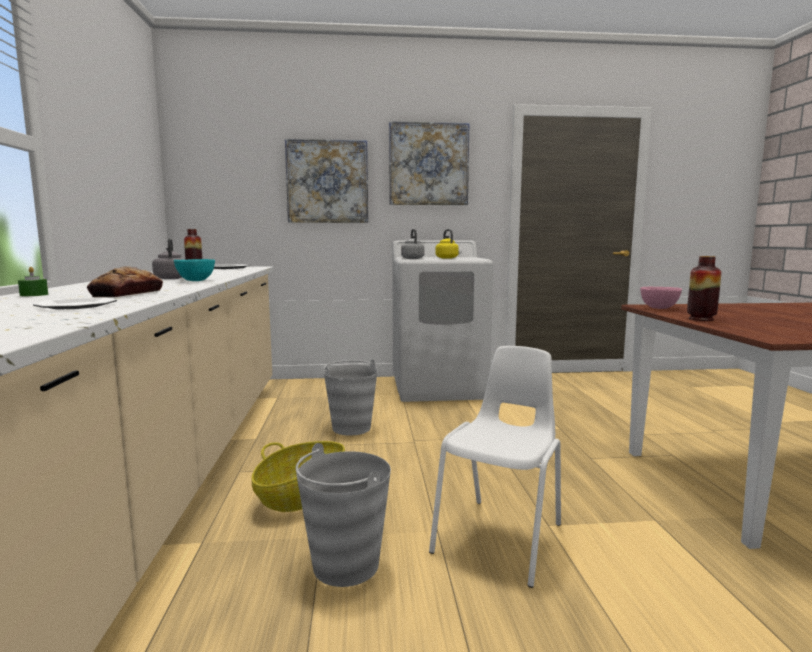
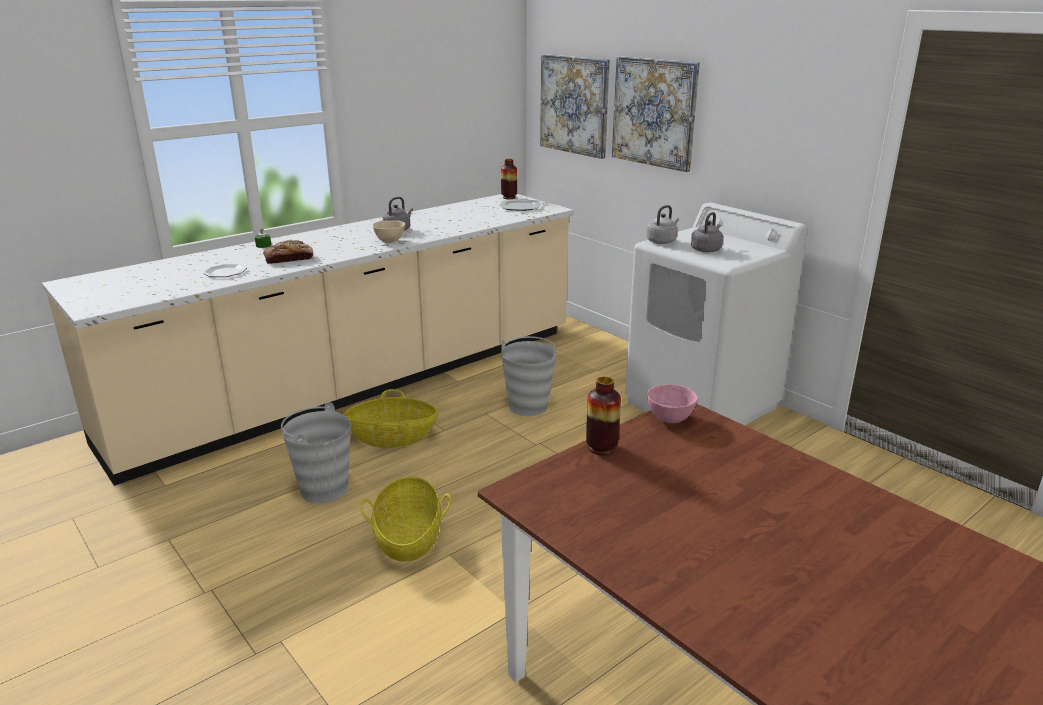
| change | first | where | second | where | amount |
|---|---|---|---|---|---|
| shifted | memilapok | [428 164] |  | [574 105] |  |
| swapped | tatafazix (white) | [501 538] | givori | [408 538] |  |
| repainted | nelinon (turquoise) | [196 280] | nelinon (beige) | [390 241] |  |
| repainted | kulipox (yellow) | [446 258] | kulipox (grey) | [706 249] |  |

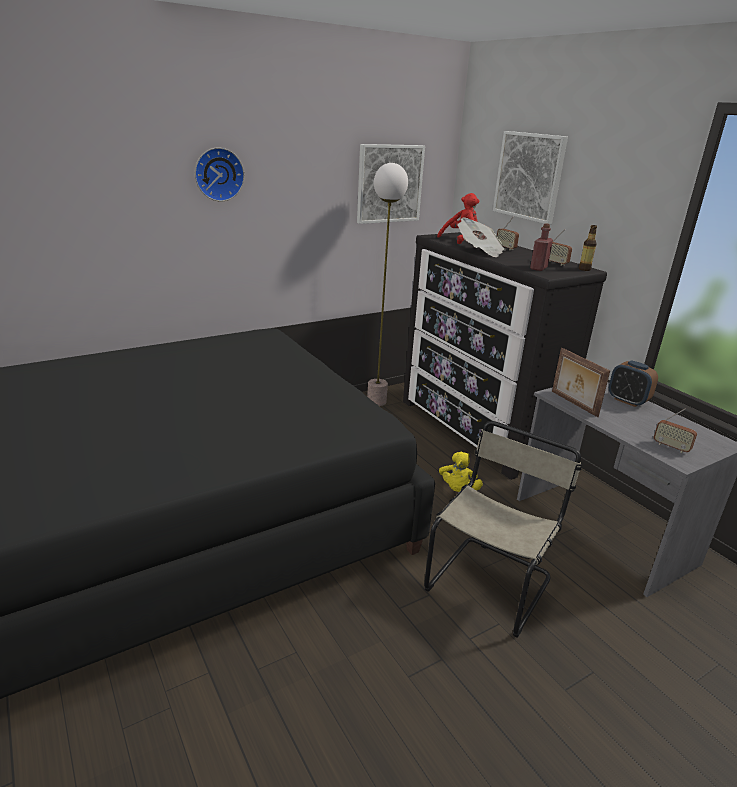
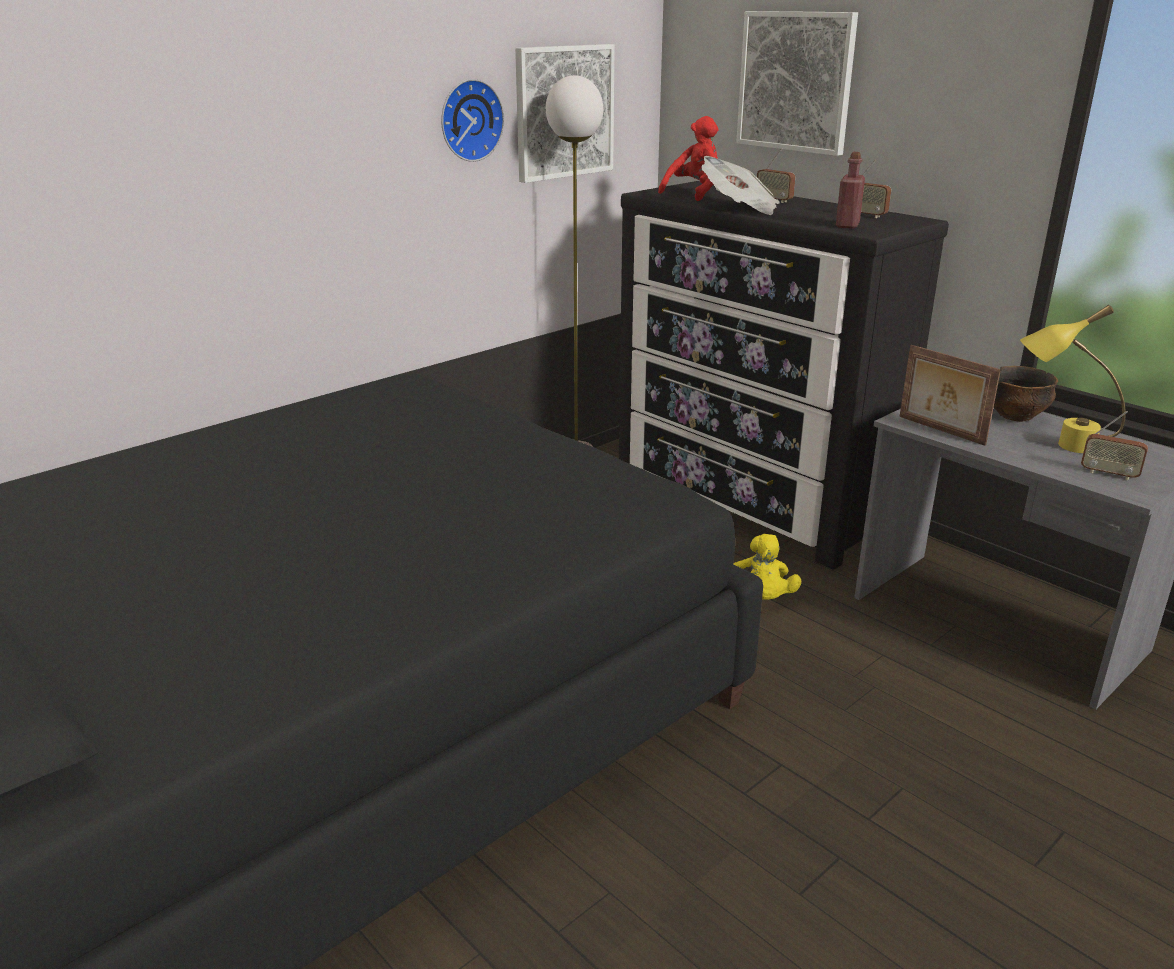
| change | first | where | second | where | amount |
|---|---|---|---|---|---|
| gone | tatafazix (beige) | [491 581] |  |  |  |
| gone | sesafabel | [584 269] |  |  |  |
| new |  |  | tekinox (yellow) | [1058 444] |  |
| shifted | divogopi | [218 174] |  | [469 120] |  |
| swapped | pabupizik | [627 401] | nelinon | [1014 416] |  |

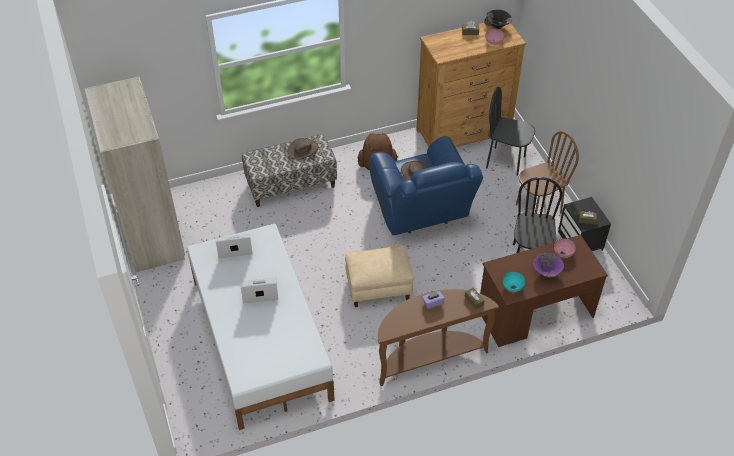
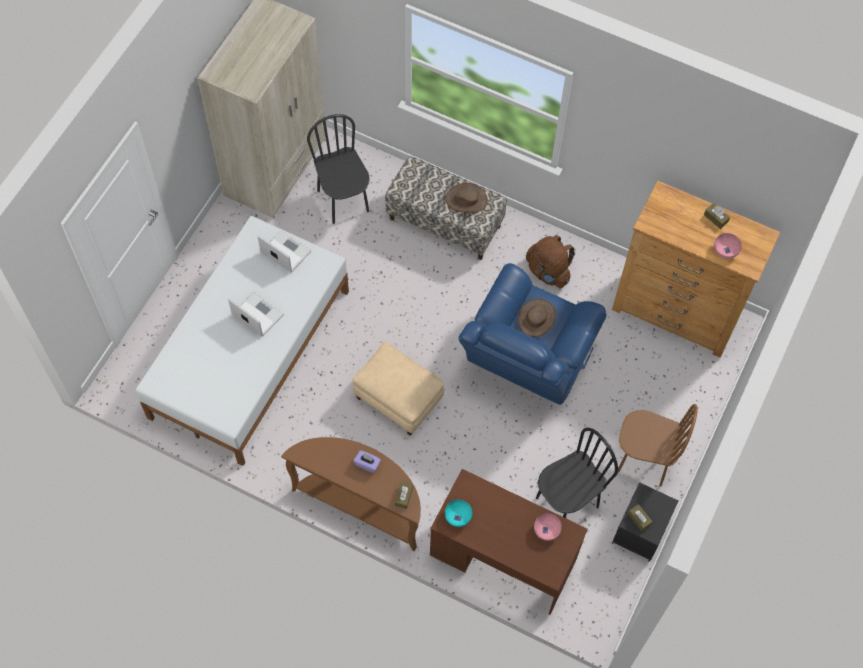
| change | first | where | second | where | amount |
|---|---|---|---|---|---|
| gone | nelinon (black) | [497 26] |  |  |  |
| gone | nelinon (purple) | [546 272] |  |  |  |
| shifted | tatafazix (black) | [505 161] |  | [343 201] |  |

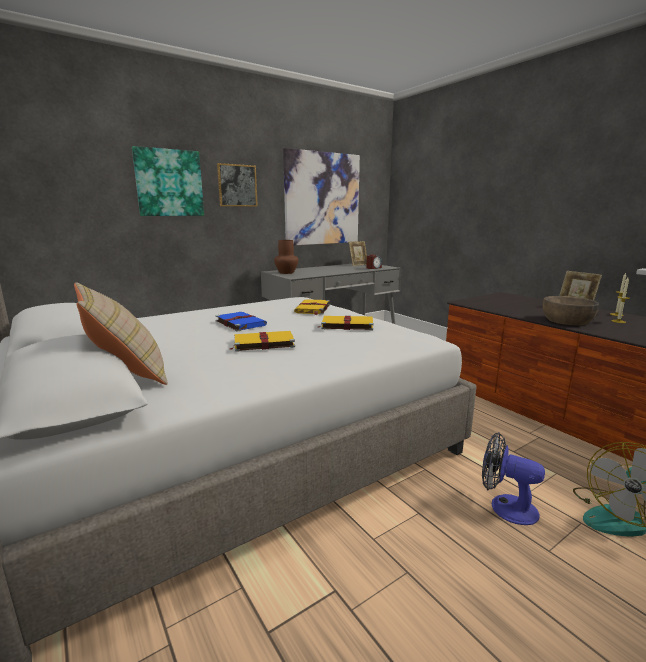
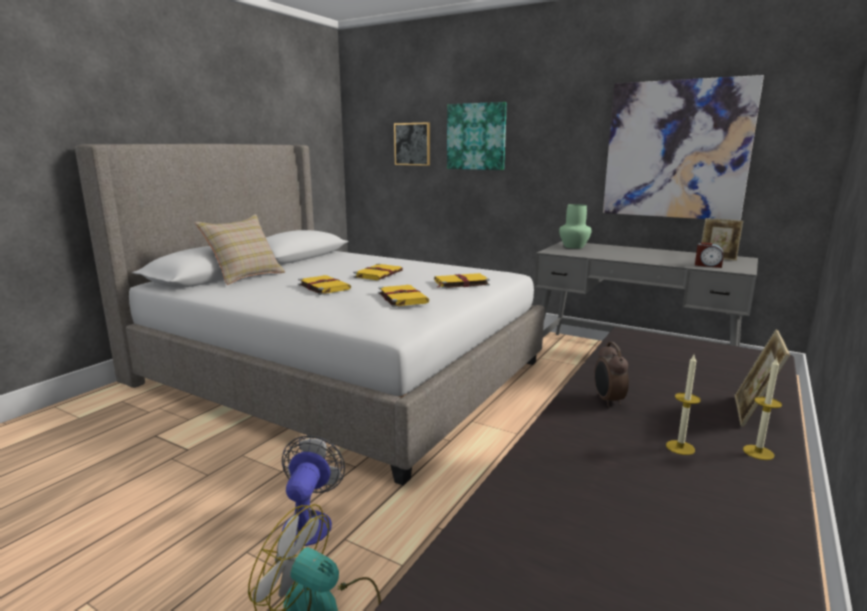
| change | first | where | second | where | amount |
|---|---|---|---|---|---|
| shifted | memilapok | [237 185] |  | [412 144] |  |
| swapped | nelinon (brown) | [567 320] | pabupizik | [607 401] |  |
| repainted | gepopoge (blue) | [240 323] | gepopoge (yellow) | [379 274] |  |
| repainted | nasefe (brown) | [286 272] | nasefe (green) | [573 246] |  |

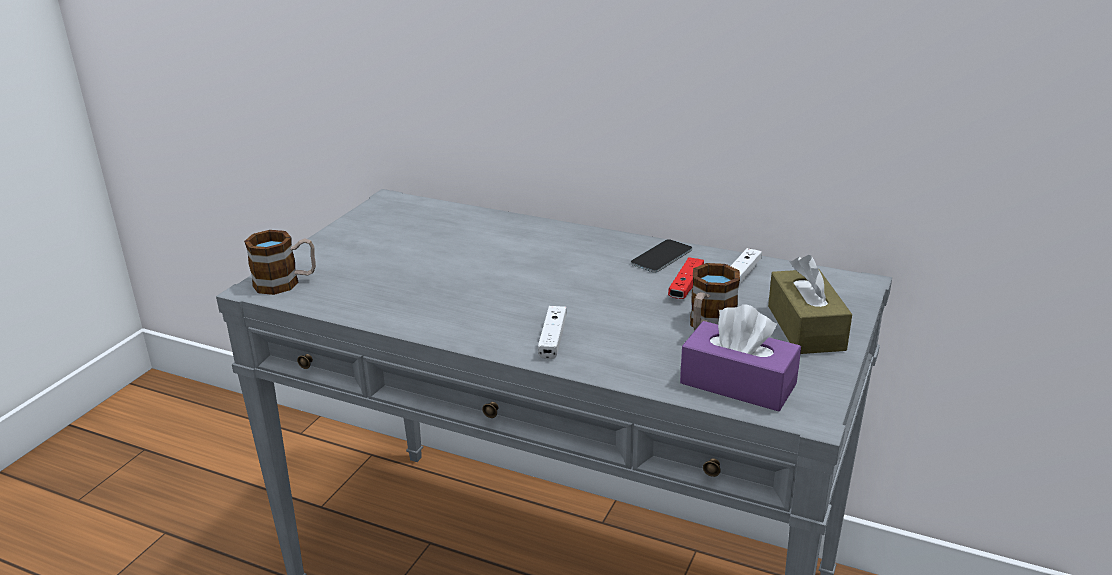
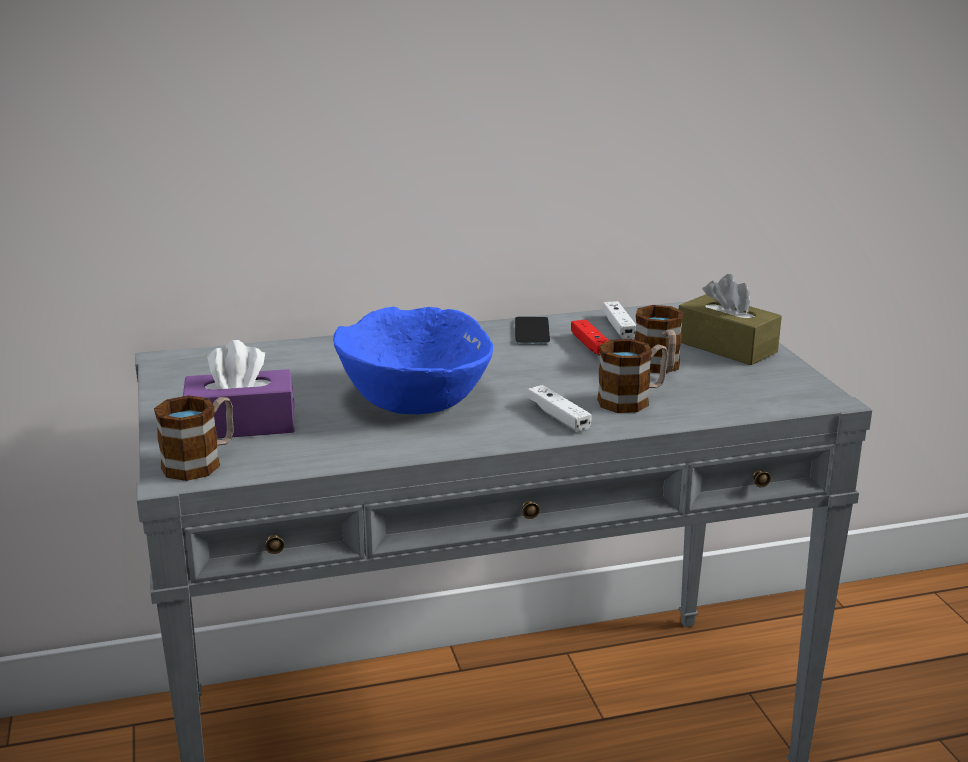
| change | first | where | second | where | amount |
|---|---|---|---|---|---|
| new |  |  | nelinon (blue) | [417 397] |  |
| new |  |  | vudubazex | [632 400] |  |
| shifted | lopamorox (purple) | [738 383] |  | [241 425] |  |

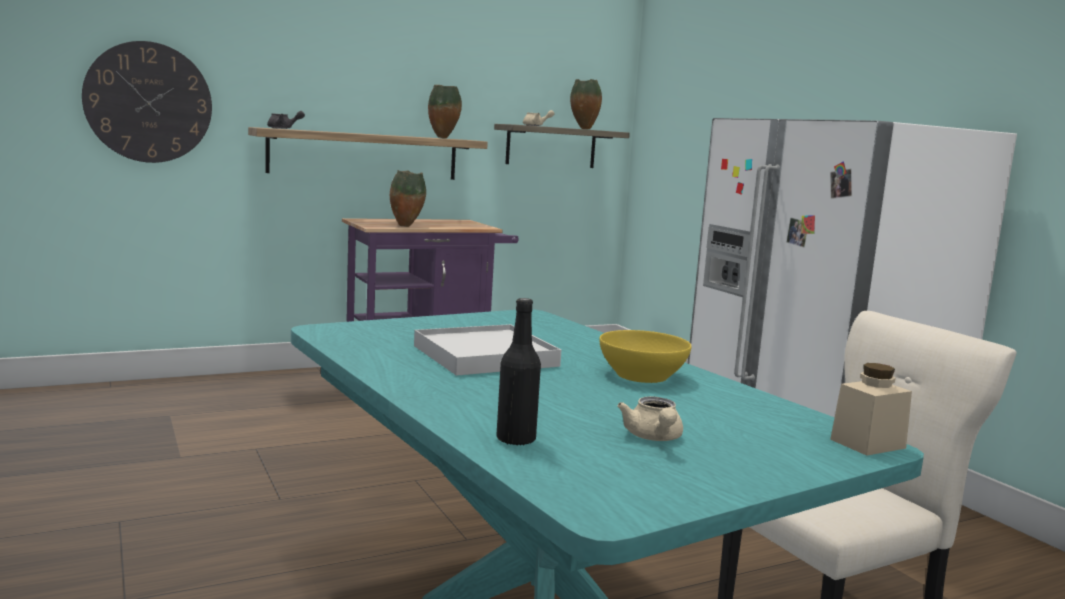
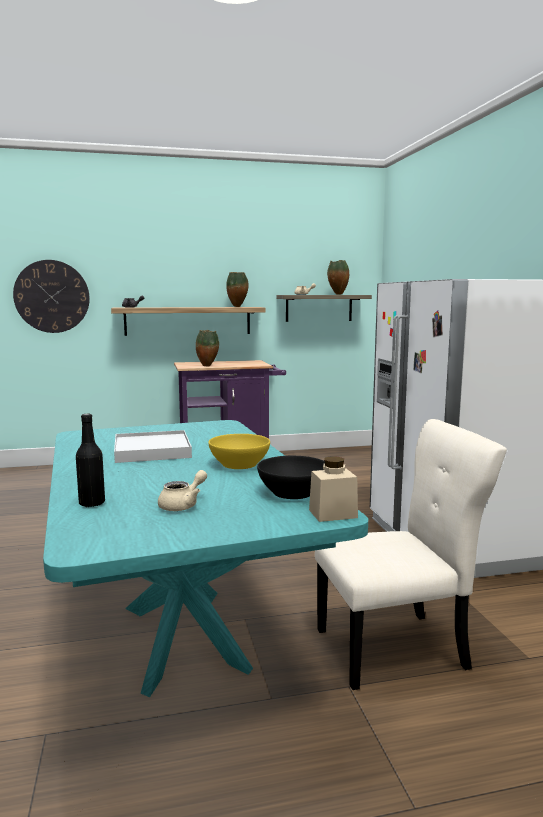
| change | first | where | second | where | amount |
|---|---|---|---|---|---|
| new |  |  | nelinon (black) | [292 492] |  |
| rotated | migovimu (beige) | [653 438] |  | [183 505] | 150 degrees counterclockwise |

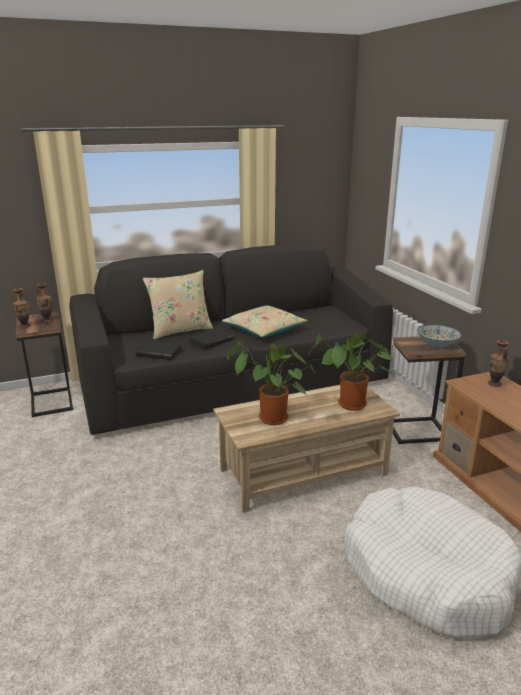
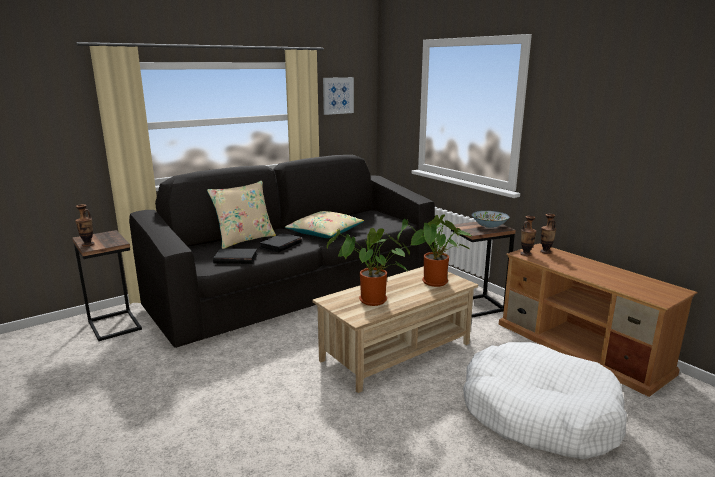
| change | first | where | second | where | amount |
|---|---|---|---|---|---|
| new |  |  | memilapok | [338 95] |  |
| shifted | nasefe | [47 320] |  | [526 254] |  |

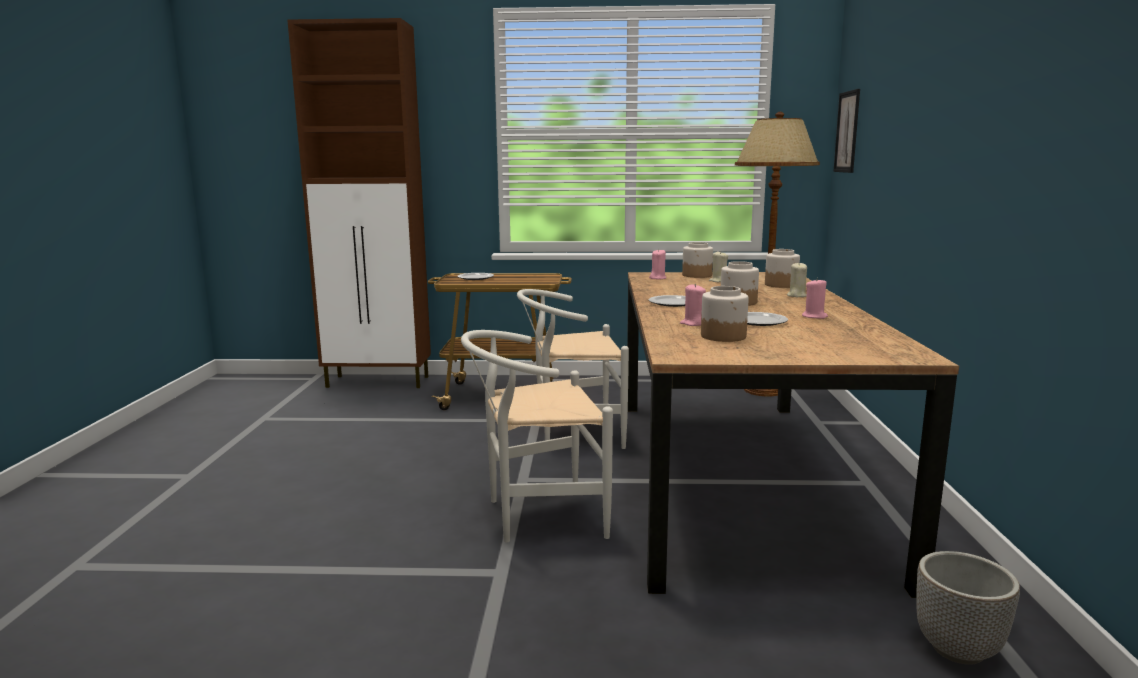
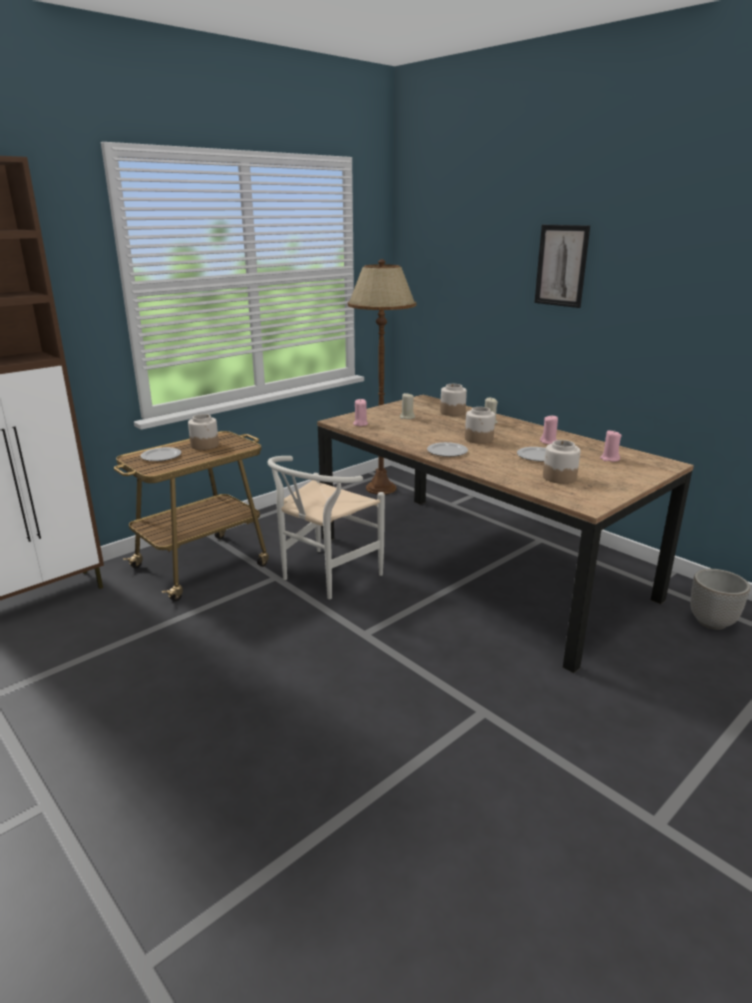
| change | first | where | second | where | amount |
|---|---|---|---|---|---|
| gone | tatafazix (white) | [536 515] |  |  |  |
| shifted | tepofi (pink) | [693 323] |  | [609 459] |  |
| shifted | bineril | [697 275] |  | [205 445] |  |
| shifted | memilapok | [847 132] |  | [561 266] |  |

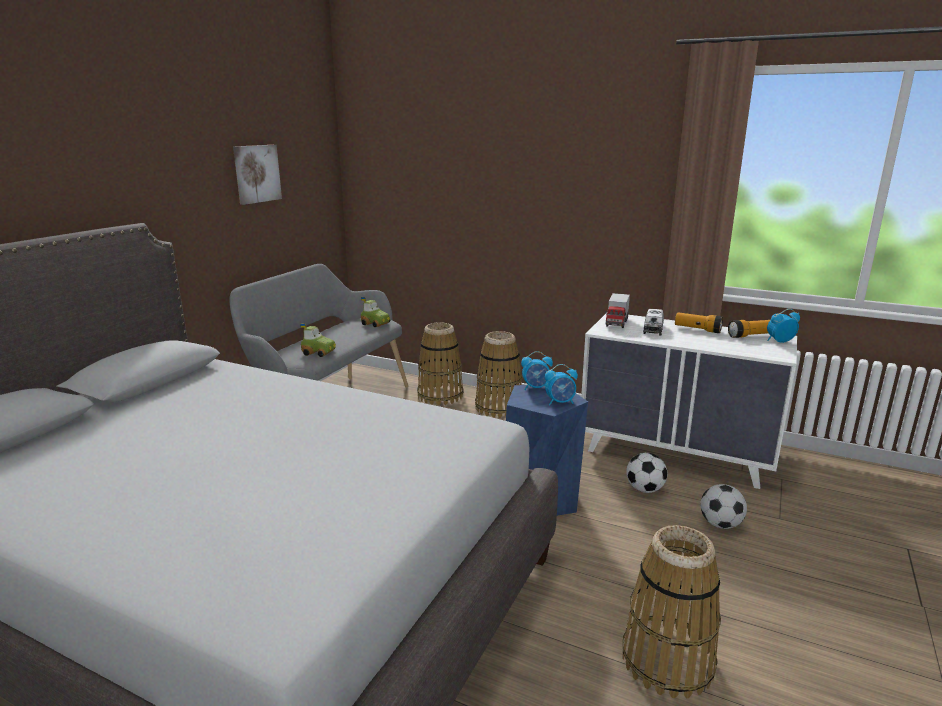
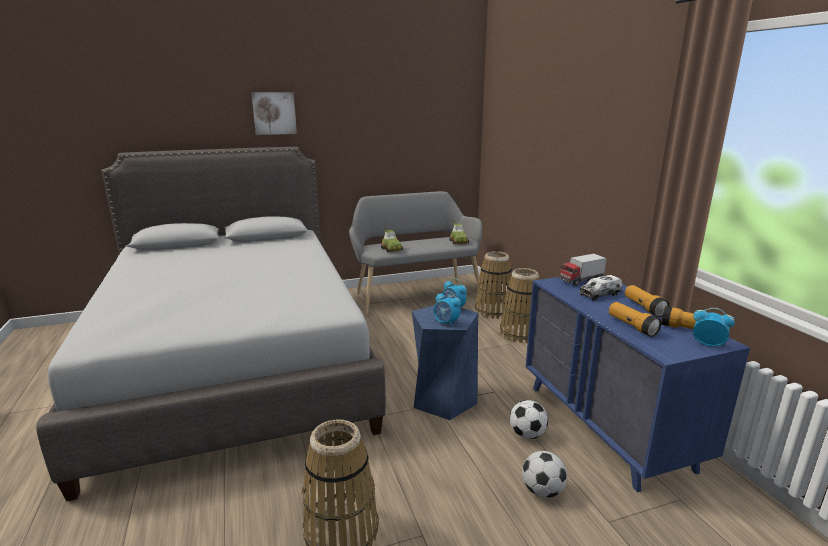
| change | first | where | second | where | amount |
|---|---|---|---|---|---|
| new |  |  | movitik | [632 326] |  |
| shifted | memilapok | [256 173] |  | [274 113] |  |
| repainted | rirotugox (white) | [676 453] | rirotugox (blue) | [607 426] |  |

